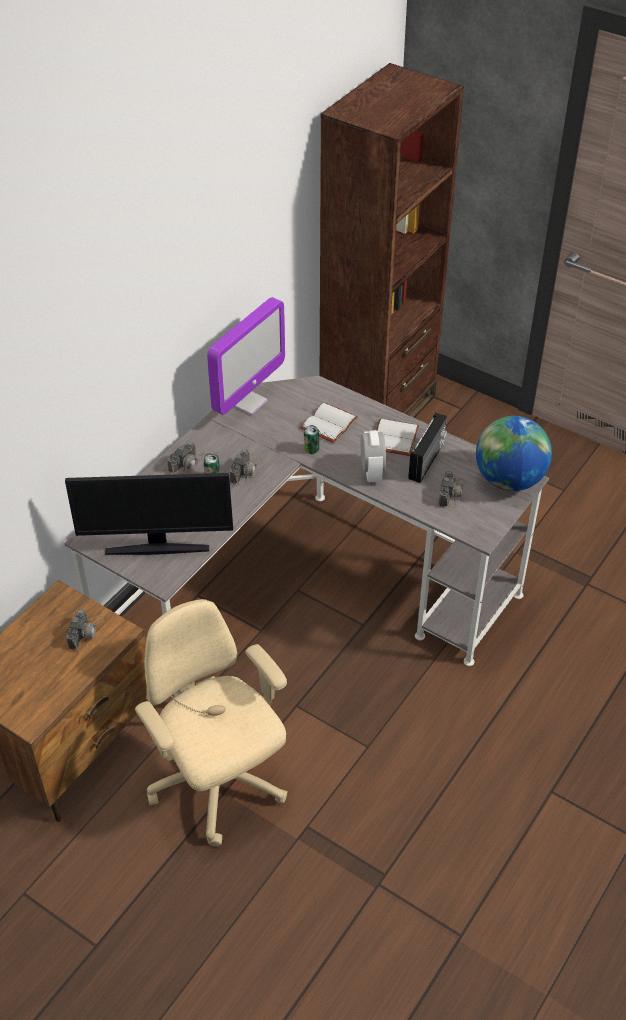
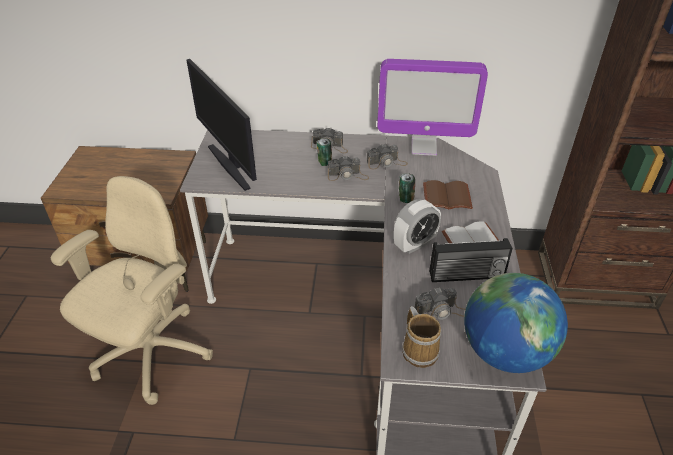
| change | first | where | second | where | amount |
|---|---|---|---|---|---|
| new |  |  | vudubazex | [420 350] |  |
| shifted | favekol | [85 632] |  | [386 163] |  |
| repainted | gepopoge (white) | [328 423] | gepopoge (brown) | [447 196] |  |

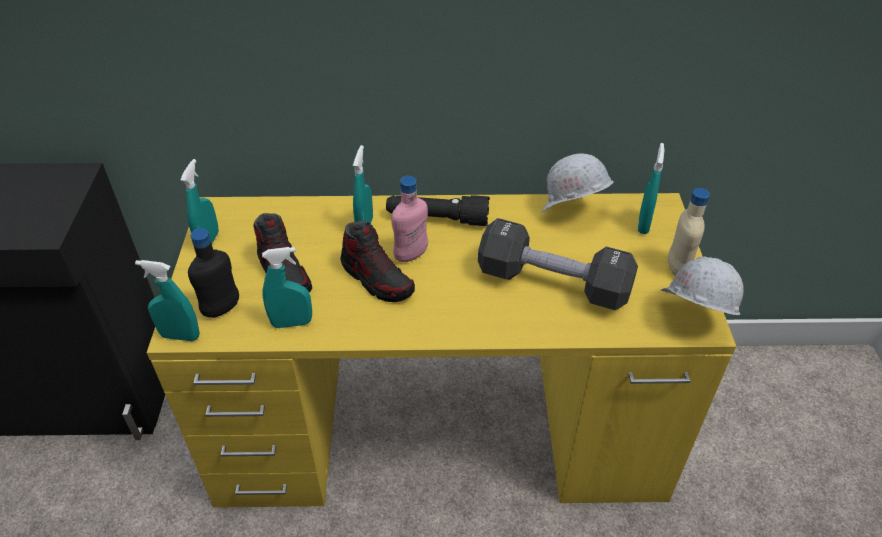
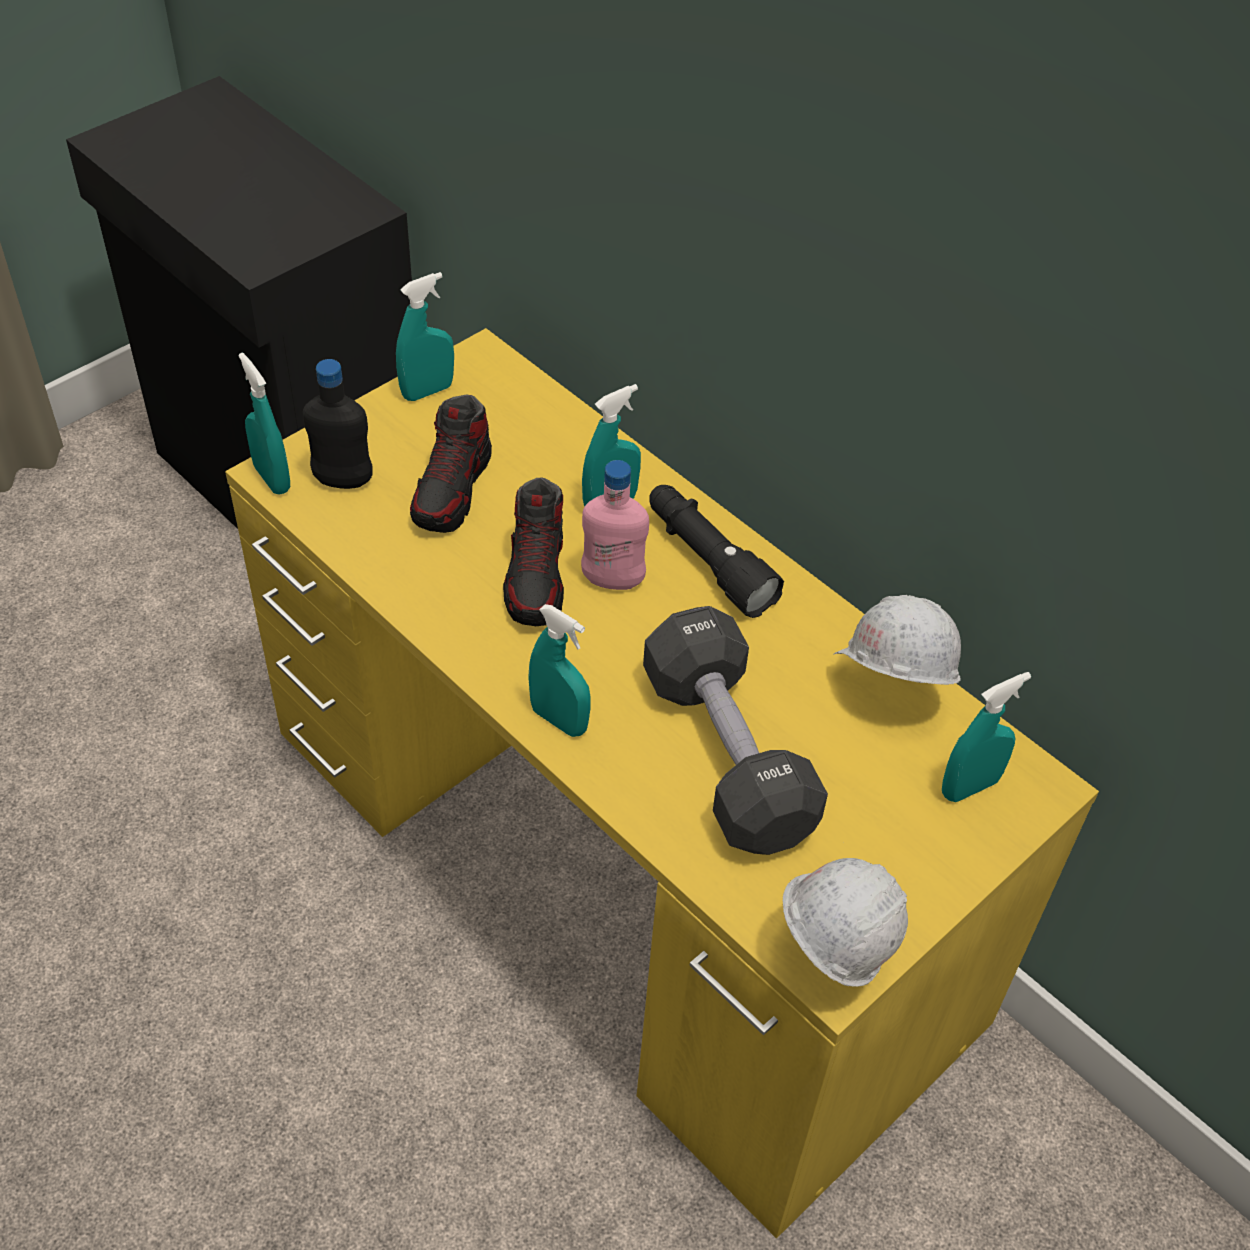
| change | first | where | second | where | amount |
|---|---|---|---|---|---|
| gone | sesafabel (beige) | [678 267] |  |  |  |
| shifted | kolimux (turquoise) | [292 323] |  | [559 720] |  |

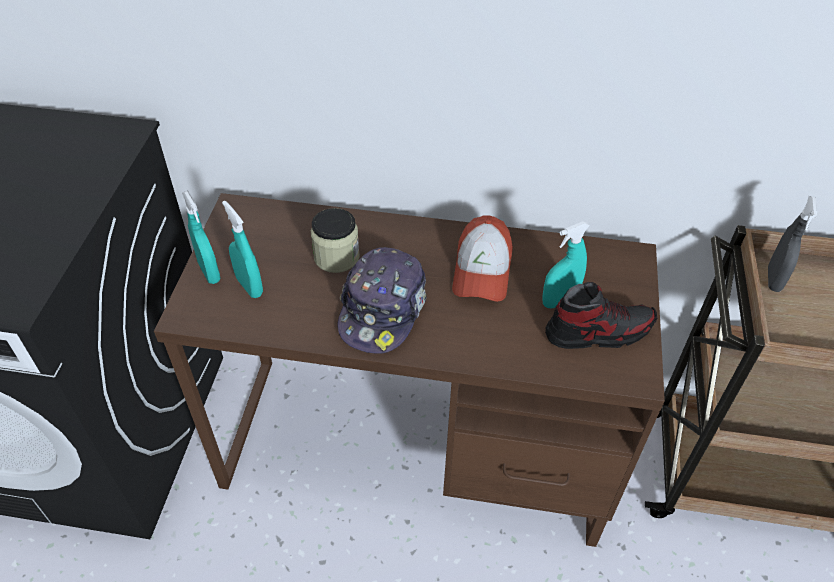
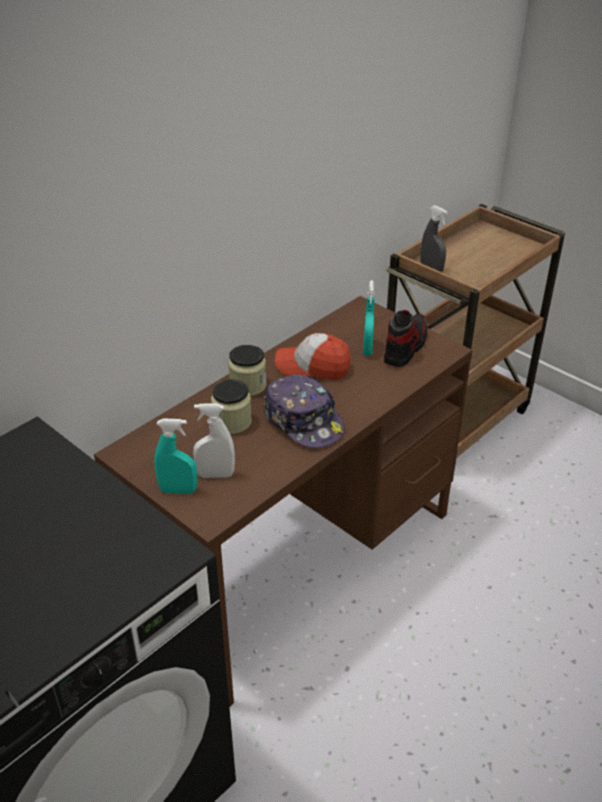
| change | first | where | second | where | amount |
|---|---|---|---|---|---|
| new |  |  | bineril | [248 385] |  |
| repainted | kolimux (turquoise) | [249 286] | kolimux (white) | [215 475] |  |
| rotated | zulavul | [482 270] |  | [313 366] | 150 degrees clockwise |

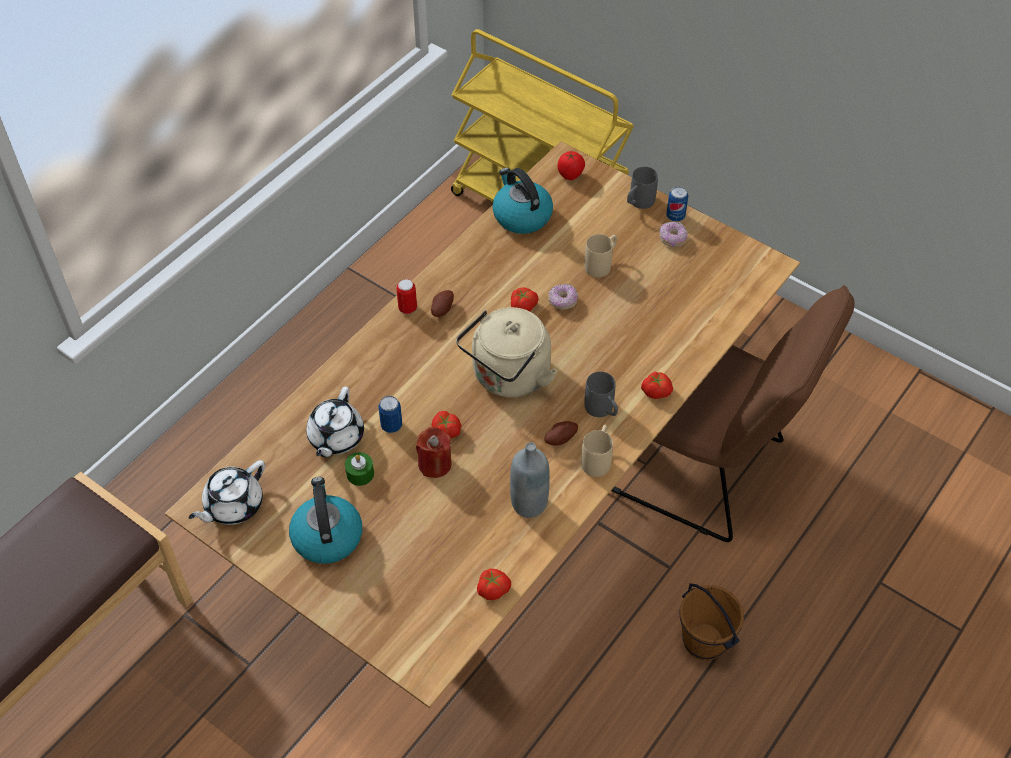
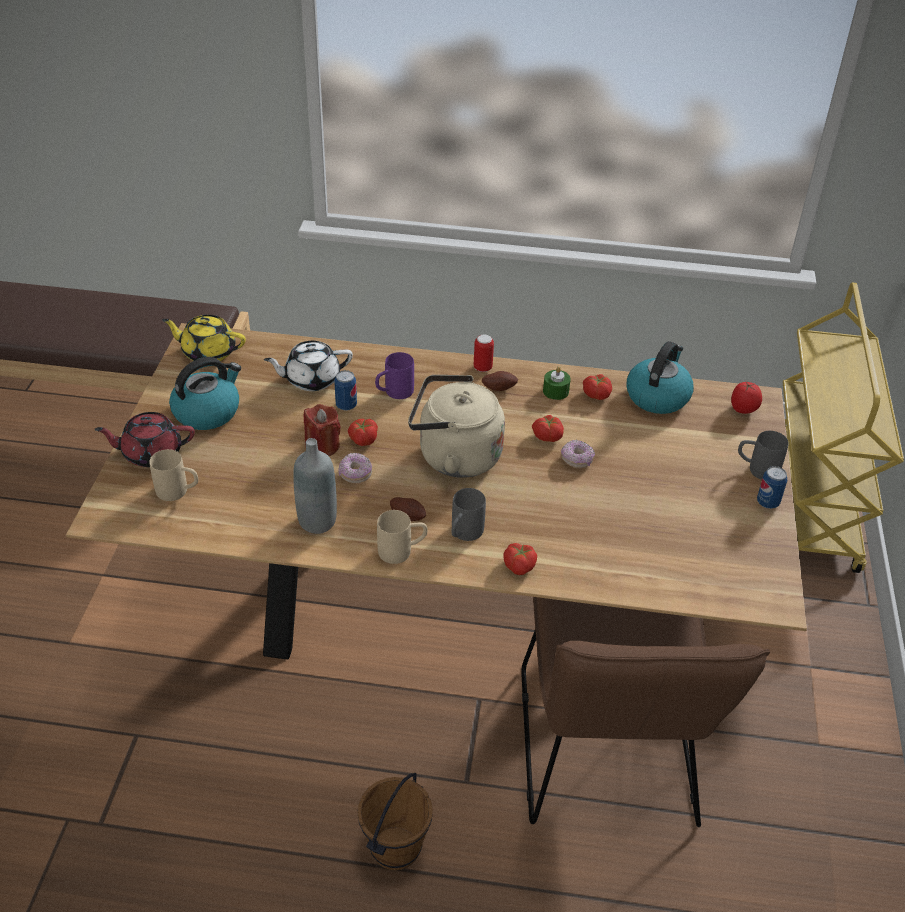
| change | first | where | second | where | amount |
|---|---|---|---|---|---|
| new |  |  | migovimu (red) | [151 453] |  |
| new |  |  | vudubazex (purple) | [394 393] |  |
| shifted | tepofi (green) | [360 474] |  | [555 391] |  |
| shifted | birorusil | [492 589] |  | [597 394] |  |
| shifted | vudubazex (beige) | [601 264] |  | [178 492] |  |
| shifted | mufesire | [672 239] |  | [355 474] |  |
| repainted | migovimu (white) | [233 505] | migovimu (yellow) | [208 352] |  |

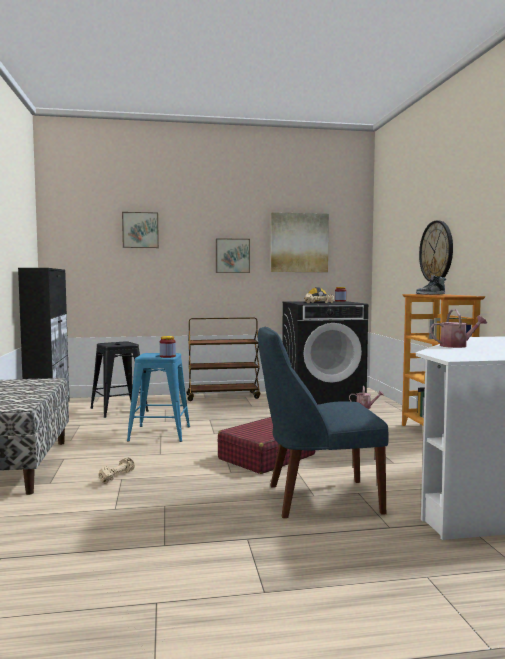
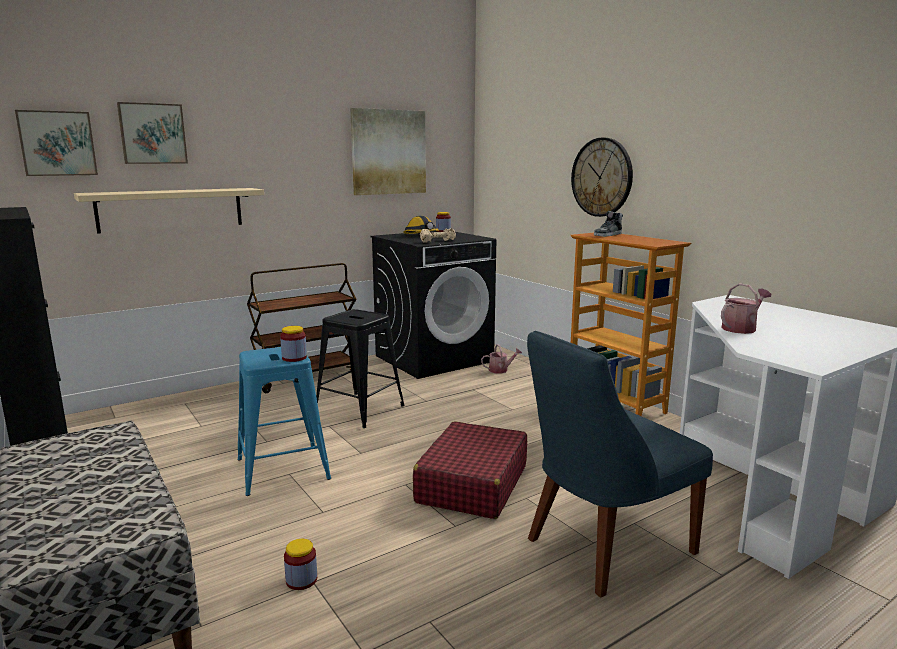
| change | first | where | second | where | amount |
|---|---|---|---|---|---|
| new |  |  | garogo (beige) | [171 209] |  |
| shifted | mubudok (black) | [119 410] |  | [360 409] |  |
| shifted | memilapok | [232 256] |  | [57 143] |  |
| swapped | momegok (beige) | [116 477] | bineril | [301 580] |  |

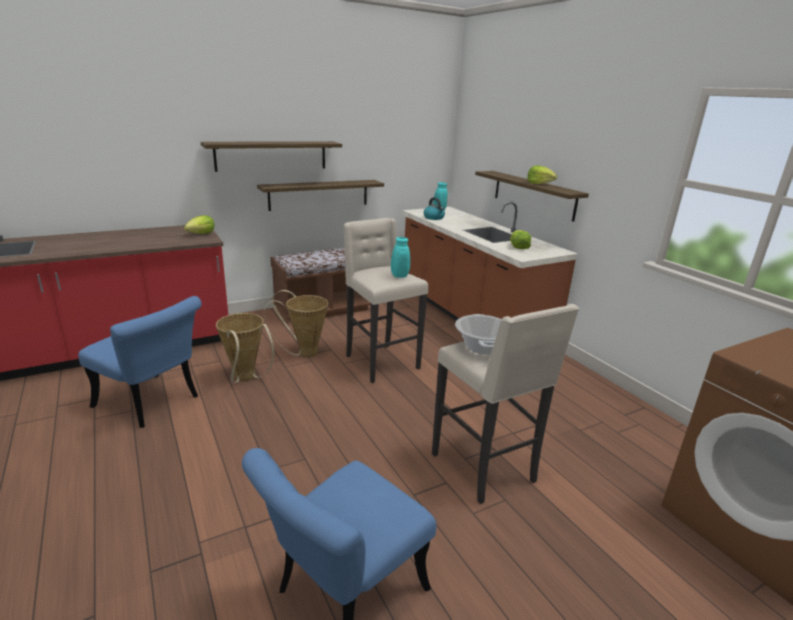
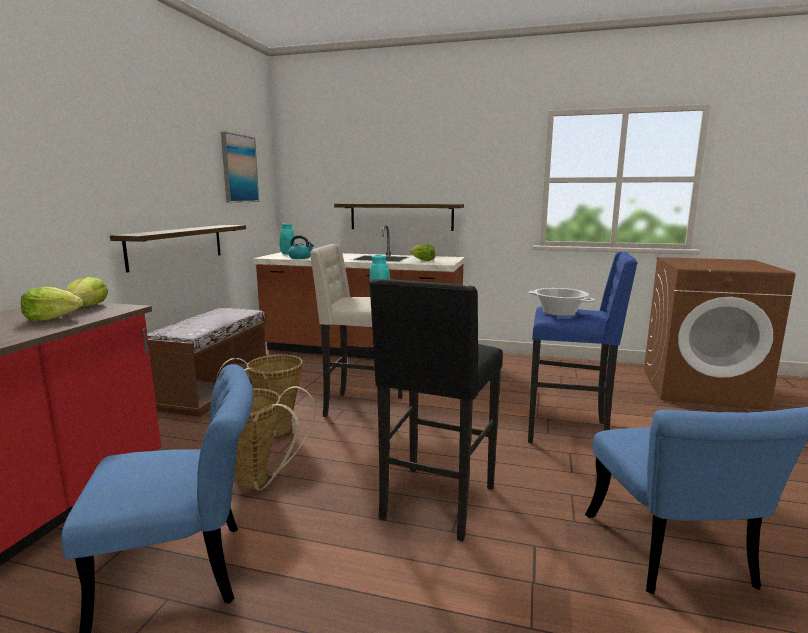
| change | first | where | second | where | amount |
|---|---|---|---|---|---|
| gone | garogo | [271 155] |  |  |  |
| new |  |  | memilapok | [239 169] |  |
| new |  |  | mubudok (black) | [436 504] |  |
| shifted | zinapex | [539 183] |  | [53 318] |  |
| repainted | mubudok (beige) | [485 469] | mubudok (blue) | [569 432] |  |

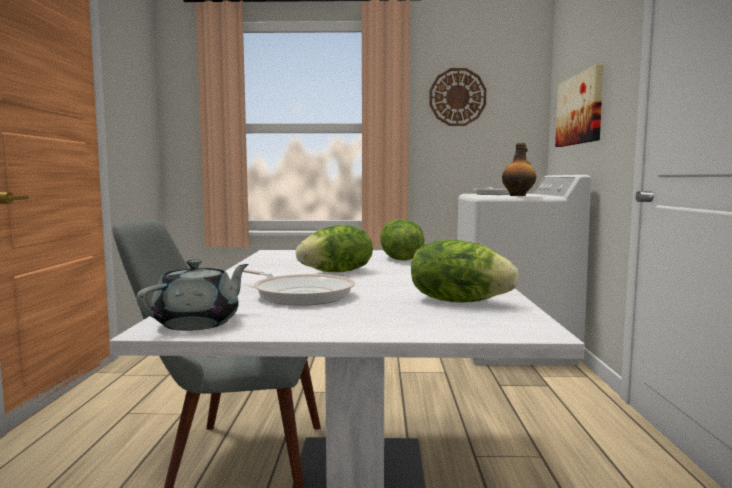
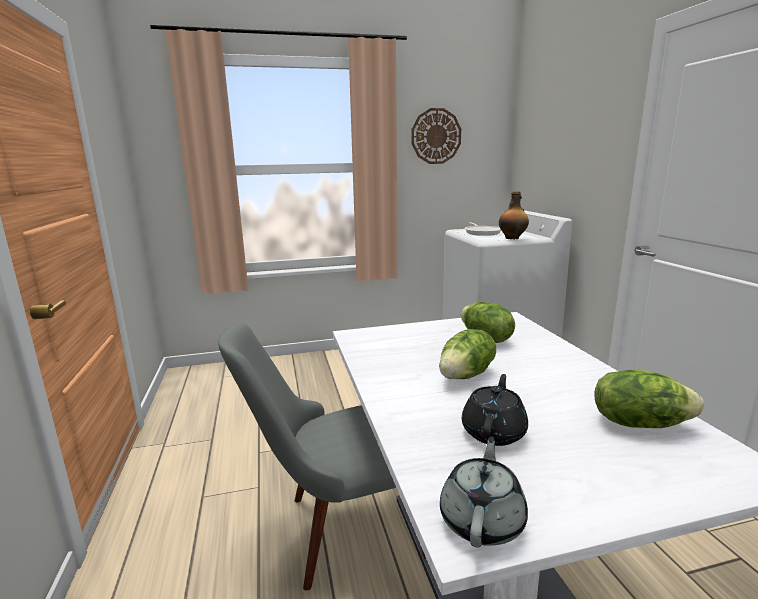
| change | first | where | second | where | amount |
|---|---|---|---|---|---|
| gone | memilapok | [580 109] |  |  |  |
| swapped | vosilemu | [300 294] | migovimu (black) | [494 432] |  |

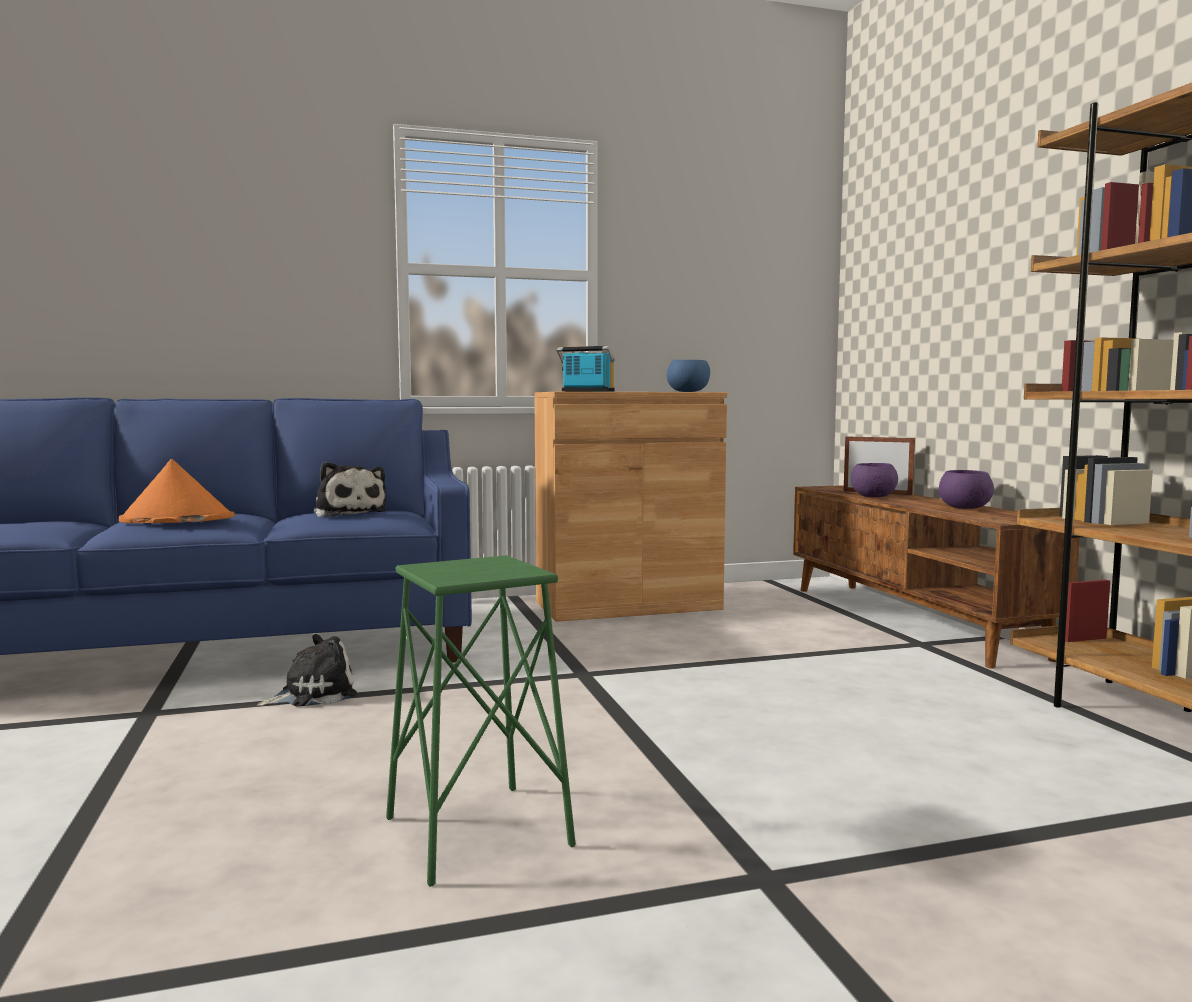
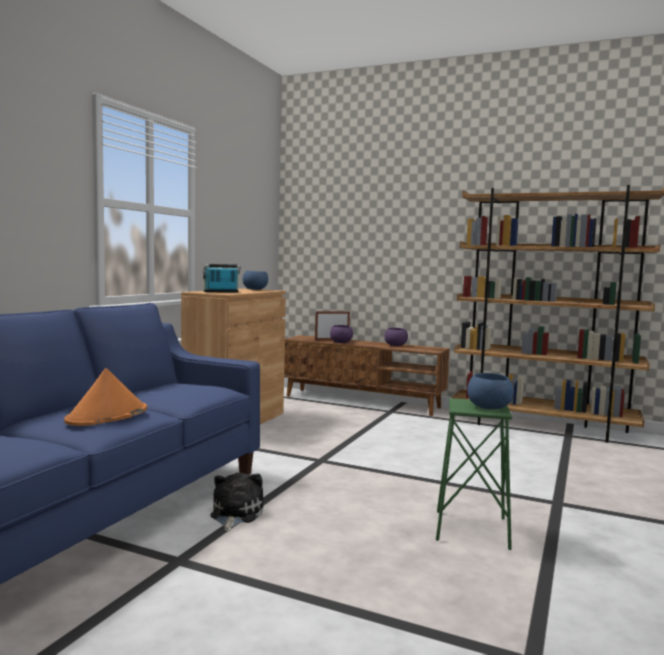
| change | first | where | second | where | amount |
|---|---|---|---|---|---|
| gone | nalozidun | [349 513] |  |  |  |
| new |  |  | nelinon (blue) | [488 408] |  |

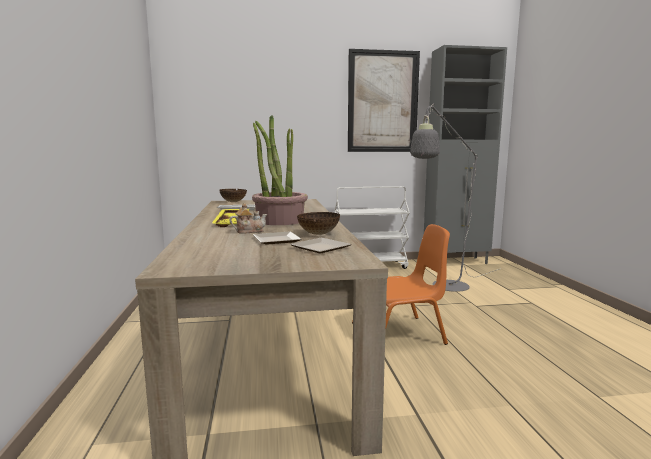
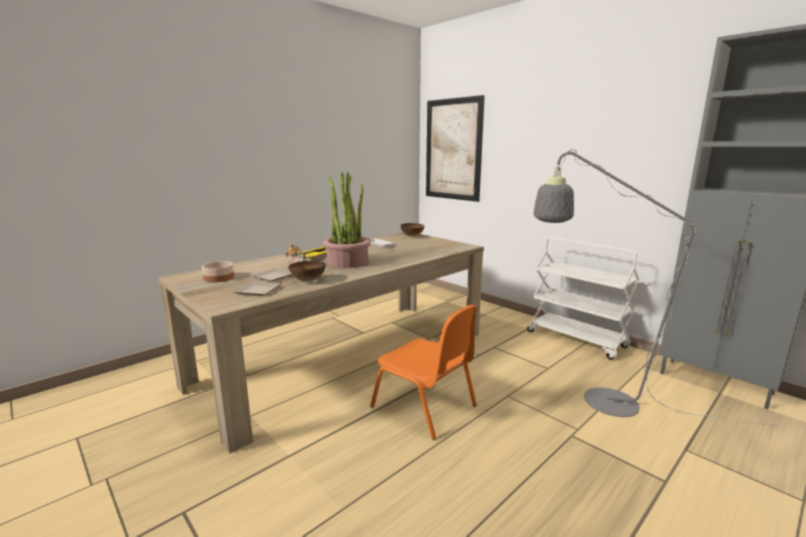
| change | first | where | second | where | amount |
|---|---|---|---|---|---|
| new |  |  | nelinon | [219 278] |  |
| shifted | memilapok | [383 102] |  | [453 150] |  |

